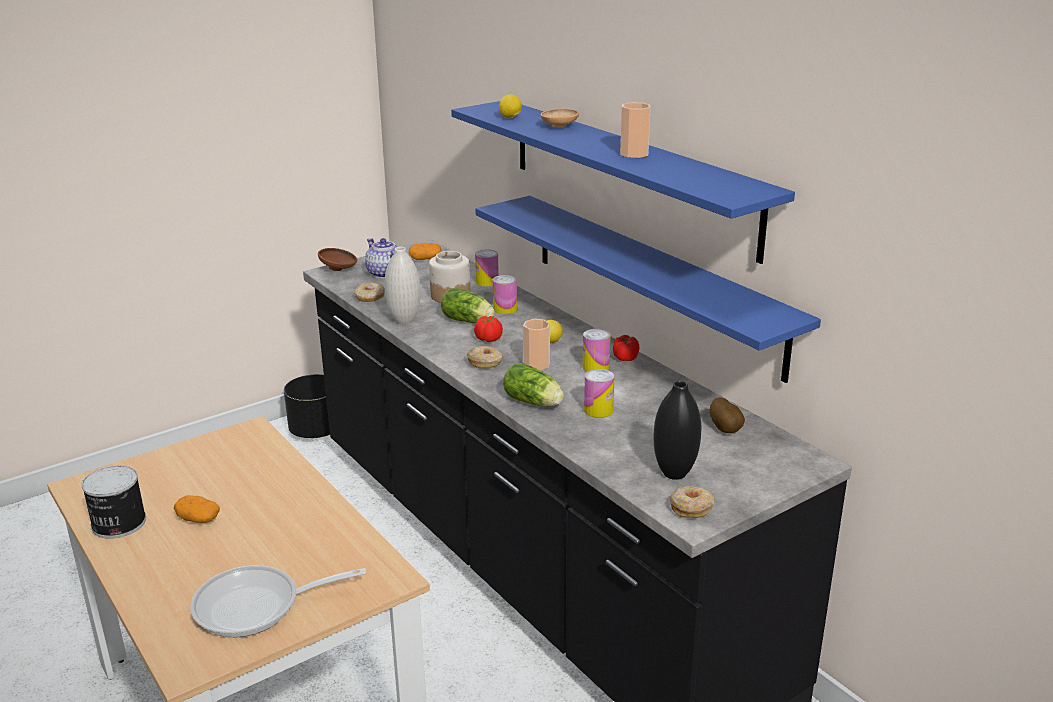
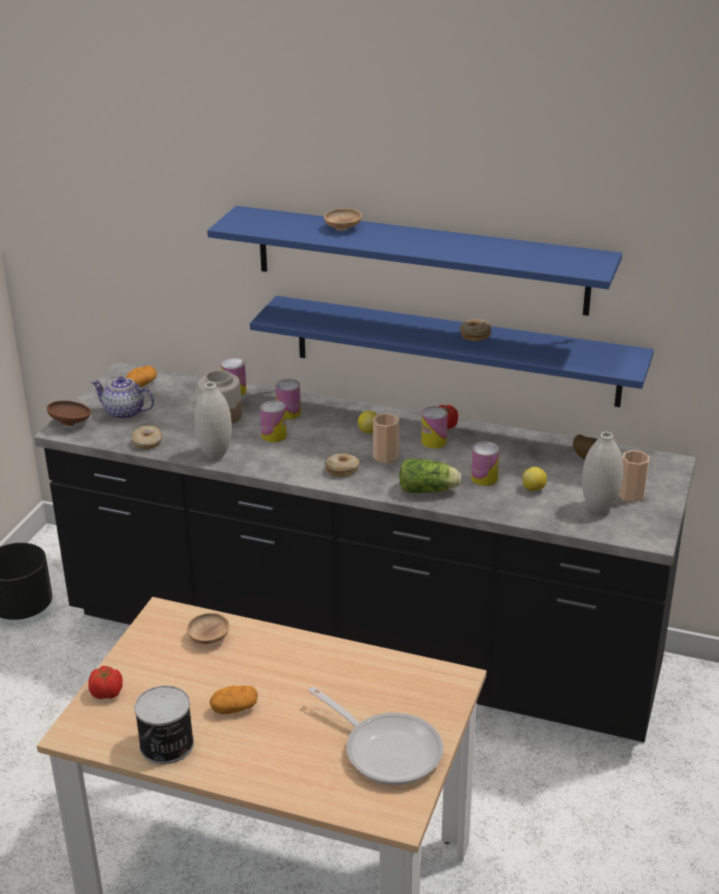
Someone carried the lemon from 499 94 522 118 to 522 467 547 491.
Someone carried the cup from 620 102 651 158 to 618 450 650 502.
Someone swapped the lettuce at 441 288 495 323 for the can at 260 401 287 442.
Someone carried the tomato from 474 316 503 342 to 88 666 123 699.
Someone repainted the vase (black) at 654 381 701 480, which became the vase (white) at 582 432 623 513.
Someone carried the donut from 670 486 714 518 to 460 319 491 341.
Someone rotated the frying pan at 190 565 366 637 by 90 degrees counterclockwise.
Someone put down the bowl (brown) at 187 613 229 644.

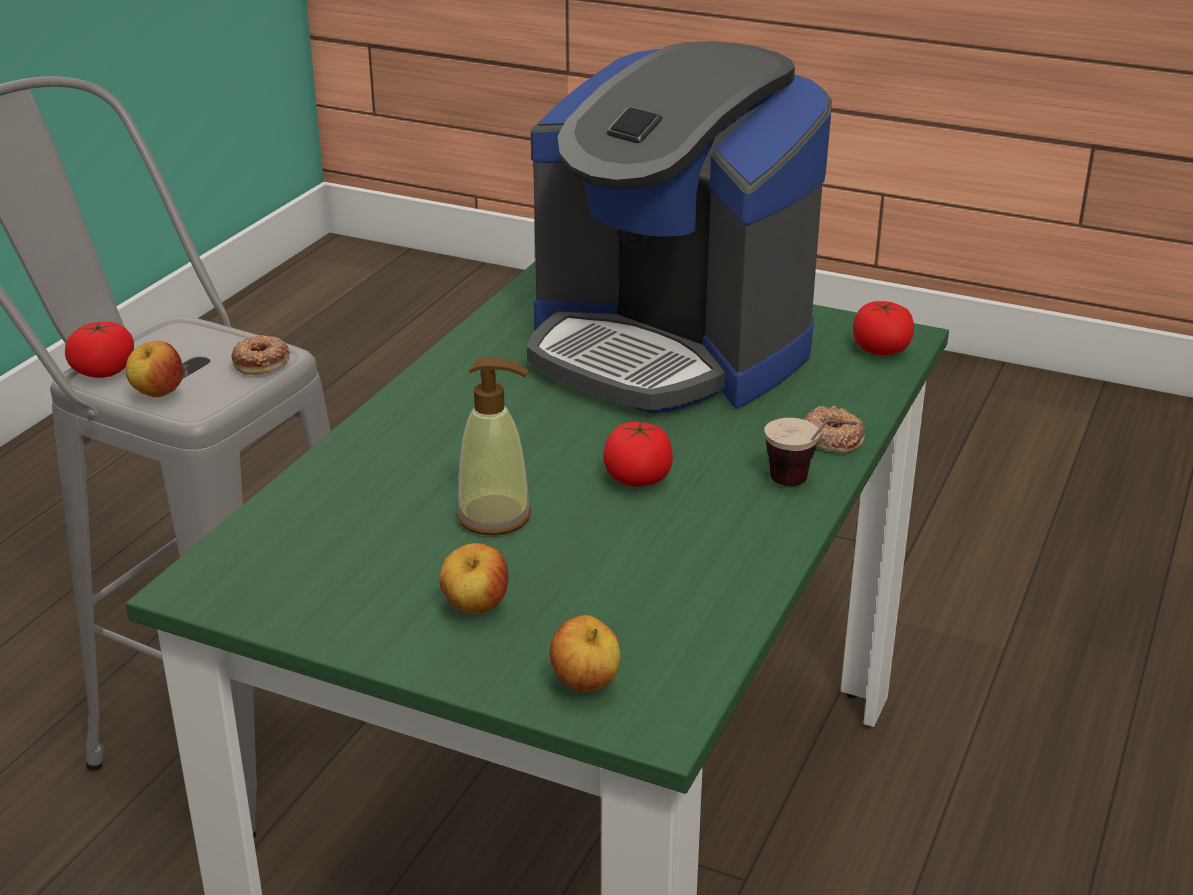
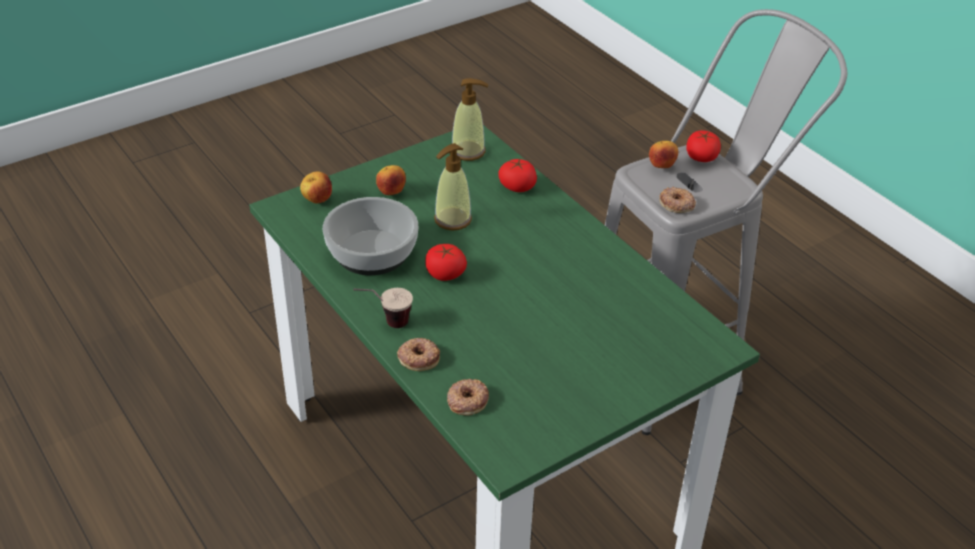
Someone took away the coffee machine at 527 41 832 414.
Someone carried the tomato from 853 301 914 355 to 498 159 537 192.
Someone put down the soap dispenser at 452 78 488 161.
Someone put down the bowl at 323 197 418 275.
Someone put down the donut at 447 379 489 416.

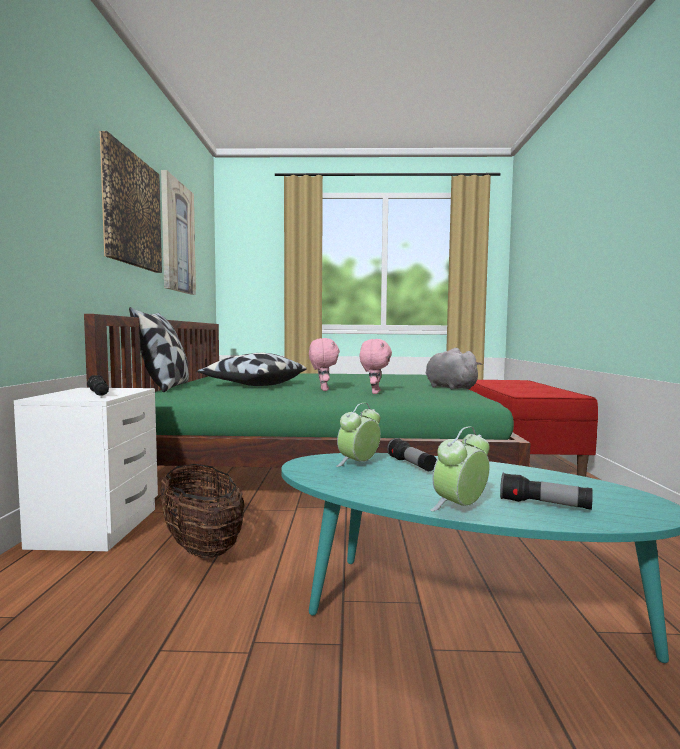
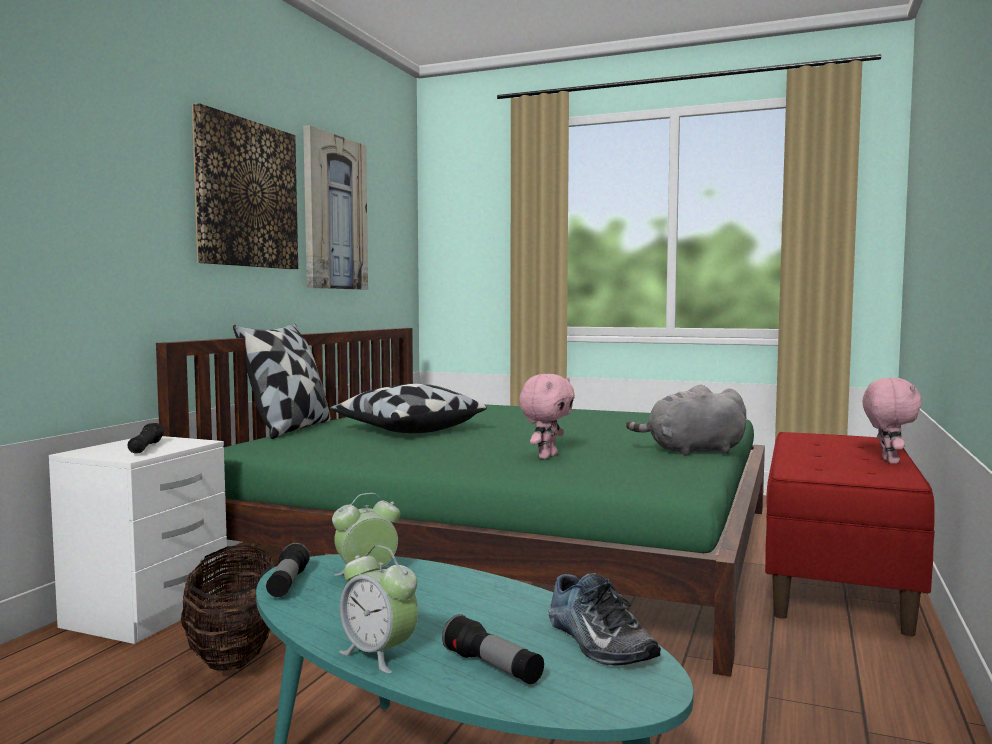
Someone carried the plush toy (pink) from 309 338 340 391 to 863 377 922 464.
Someone rotated the plush toy (grey) at 425 348 482 389 by 90 degrees counterclockwise.
Someone rotated the alarm clock at 430 426 490 511 by 120 degrees counterclockwise.
Someone carried the flashlight from 387 438 437 471 to 266 543 310 597.
Someone put down the shoe at 548 573 661 665.

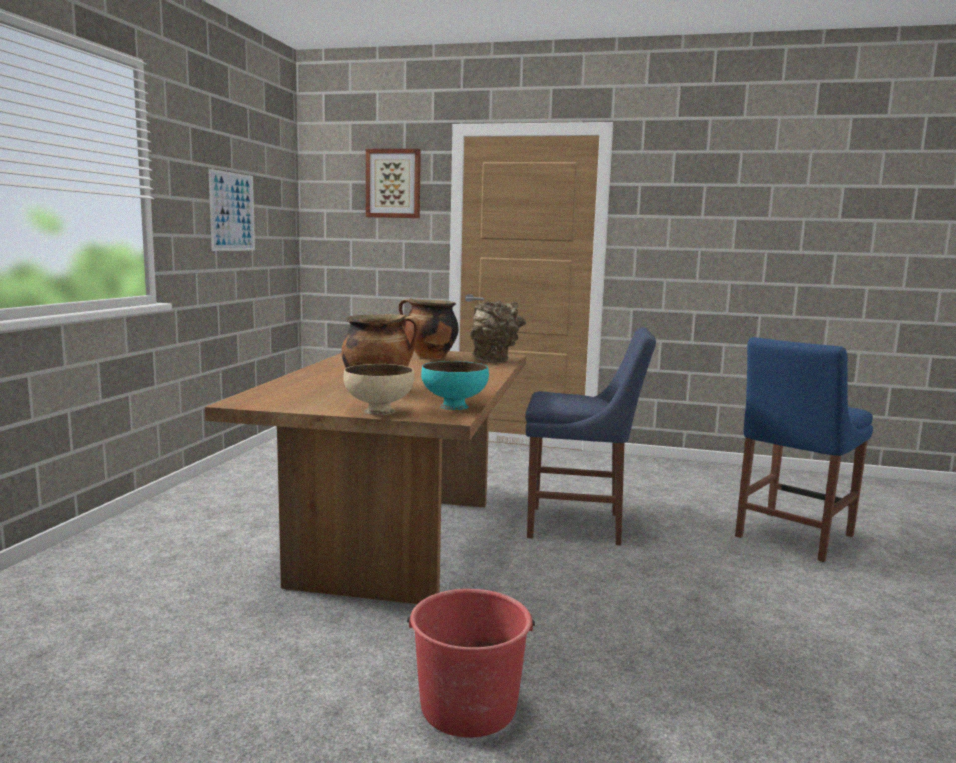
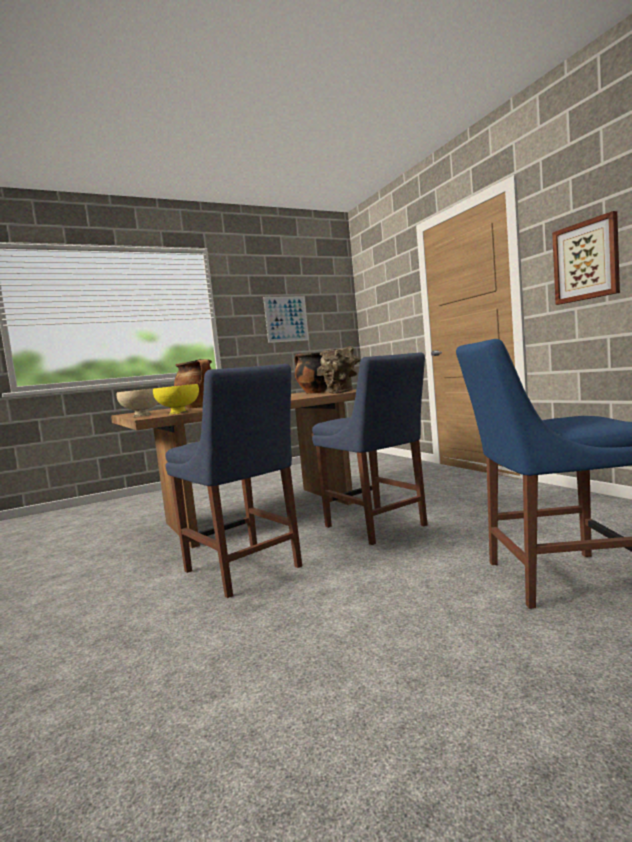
Someone carried the picture from 366 149 421 218 to 552 211 620 305.
Someone repainted the bowl (turquoise) at 421 361 489 410, which became the bowl (yellow) at 153 384 199 414.
Someone took away the bucket (red) at 407 589 535 738.
Someone put down the chair (blue) at 165 364 302 598.

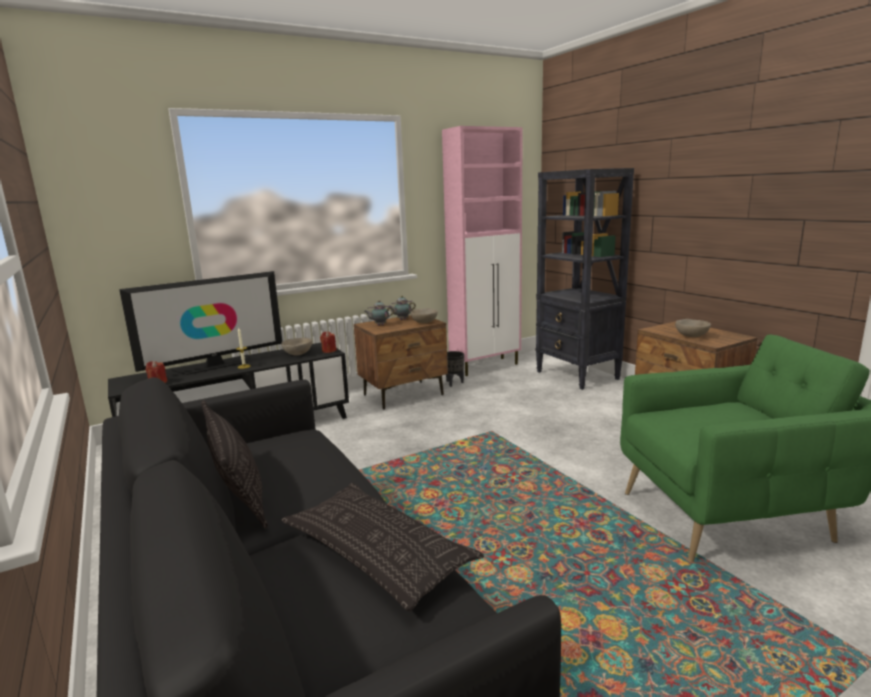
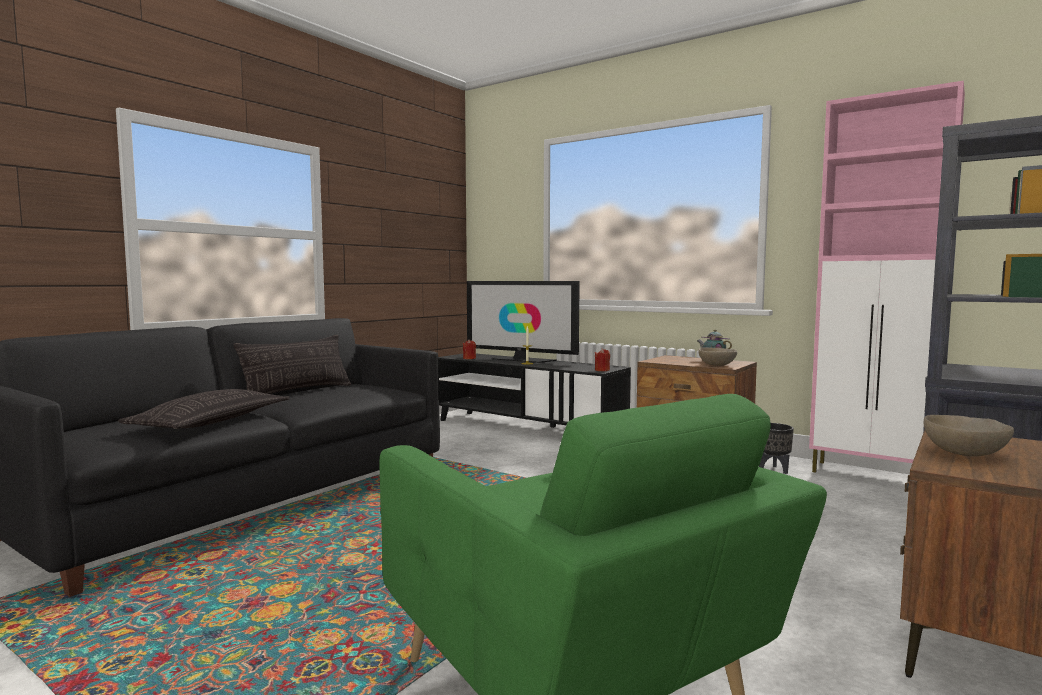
Someone took away the teapot at 364 300 394 325.
Someone took away the bowl (beige) at 281 338 312 356.

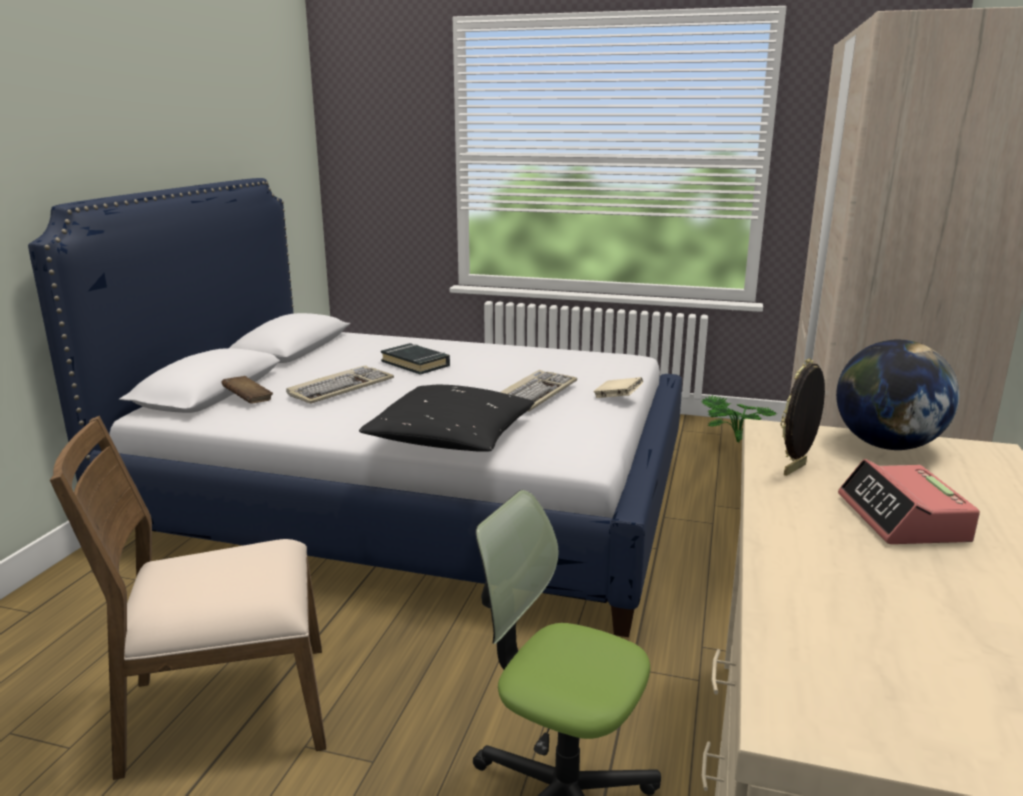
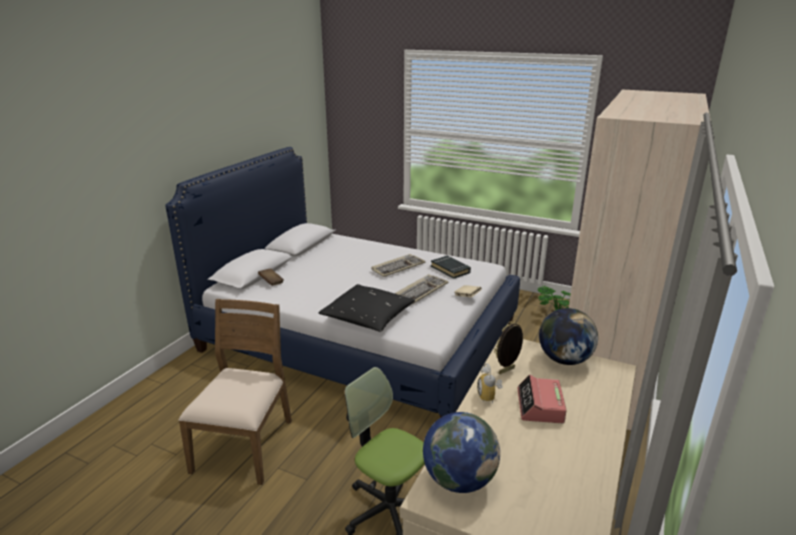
Someone carried the book (black) from 381 343 450 375 to 431 256 471 279.
Someone carried the keyboard from 286 366 394 404 to 371 254 425 277.
Someone rotated the chair (brown) at 50 416 326 780 by 105 degrees clockwise.
Someone put down the alarm clock at 477 363 503 403.
Someone put down the globe at 423 412 500 493.

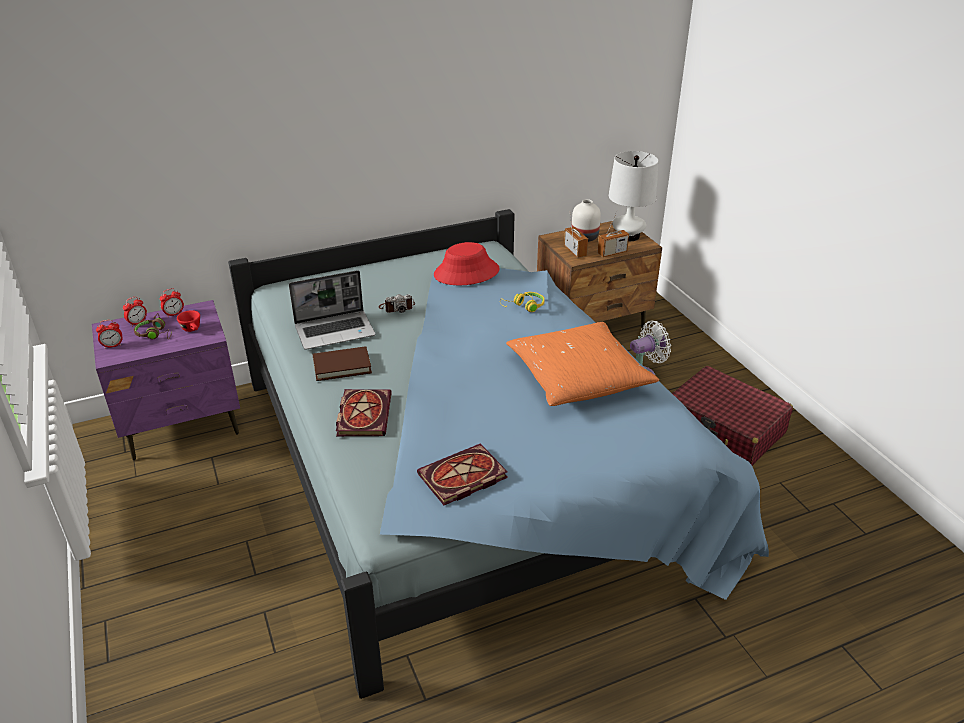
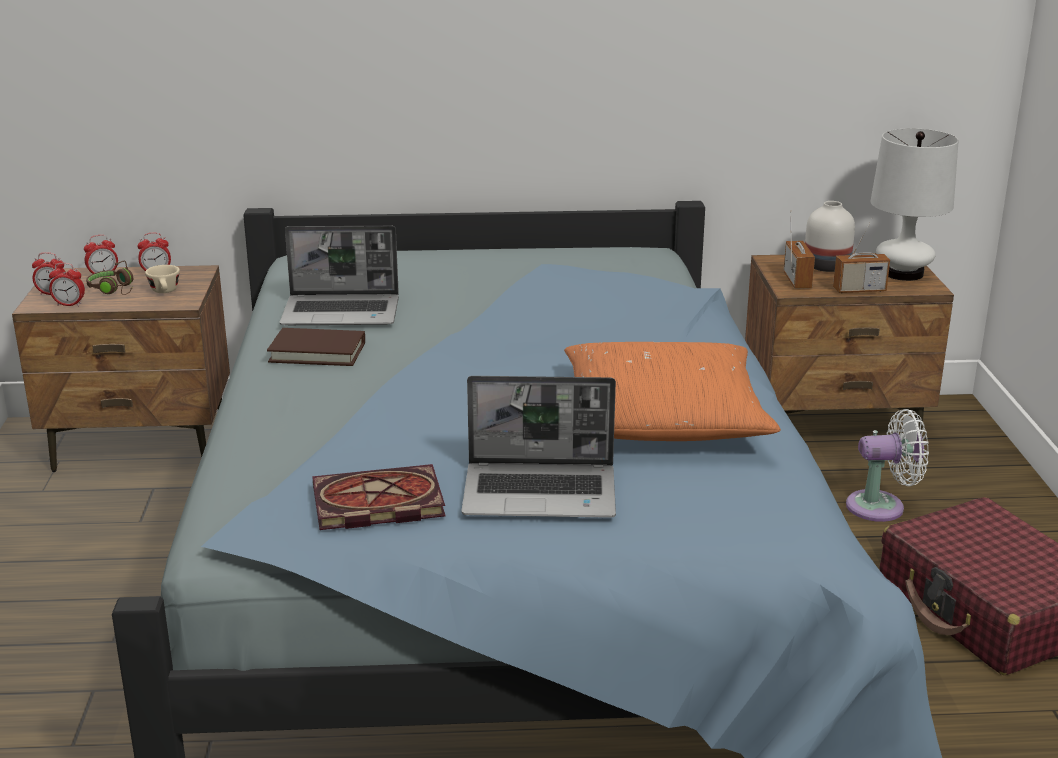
Someone took away the hat (red) at 434 242 500 285.
Someone took away the headphones (yellow) at 500 292 545 312.
Someone took away the photo camera at 379 294 415 313.
Someone repainted the nightstand (purple) at 92 300 240 460, which became the nightstand (brown) at 12 265 230 472.
Someone repainted the cup (red) at 177 310 200 332, which became the cup (beige) at 145 265 180 293.
Someone took away the book at 336 389 392 436.
Someone put down the alarm clock at 49 263 85 306.
Someone put down the laptop at 461 376 616 518.

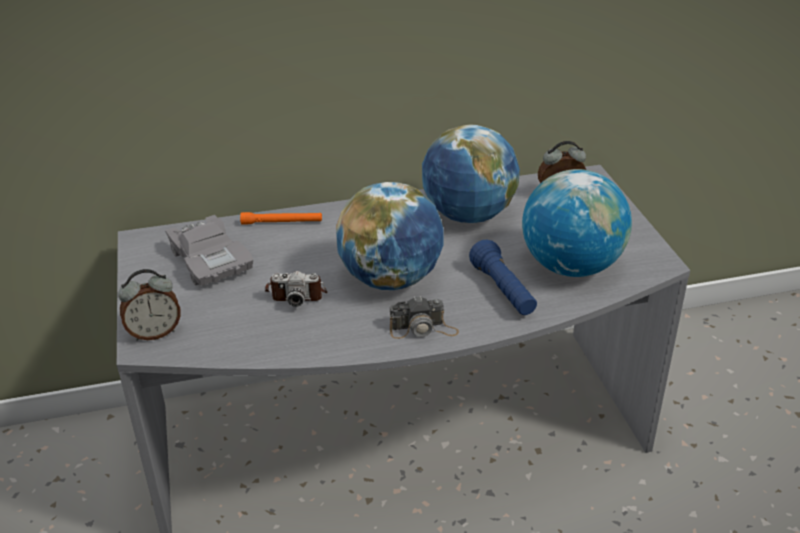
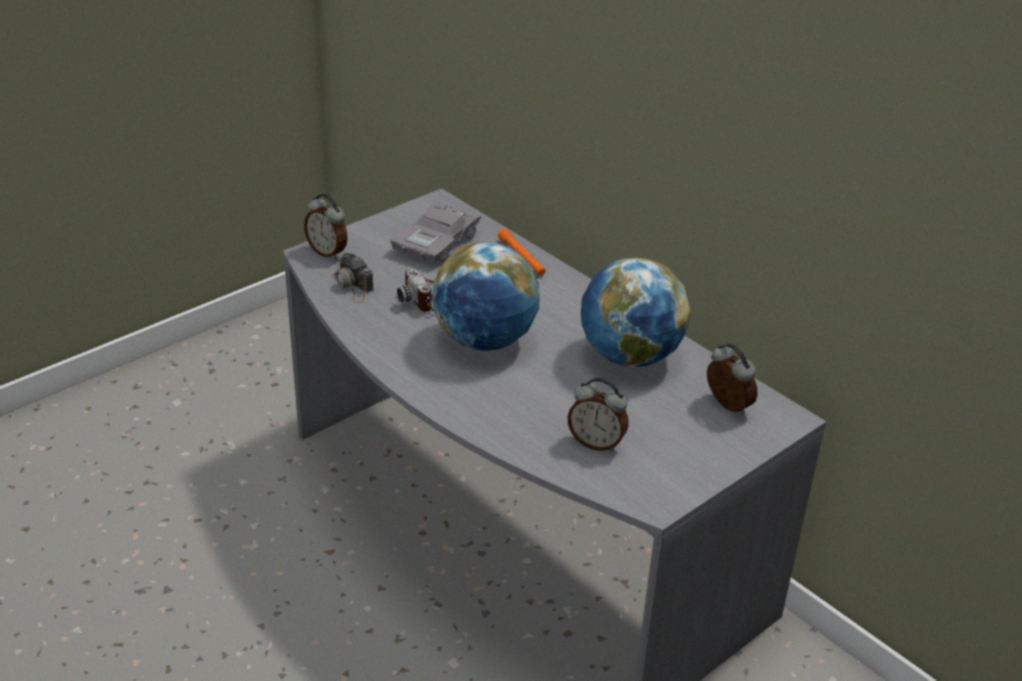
Someone swapped the globe at 522 169 632 277 for the alarm clock at 567 378 629 452.
Someone took away the flashlight (blue) at 469 240 537 315.
Someone carried the photo camera from 390 296 459 339 to 332 253 373 303.

